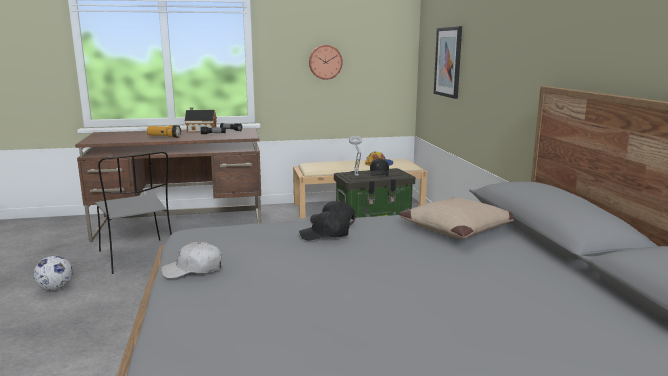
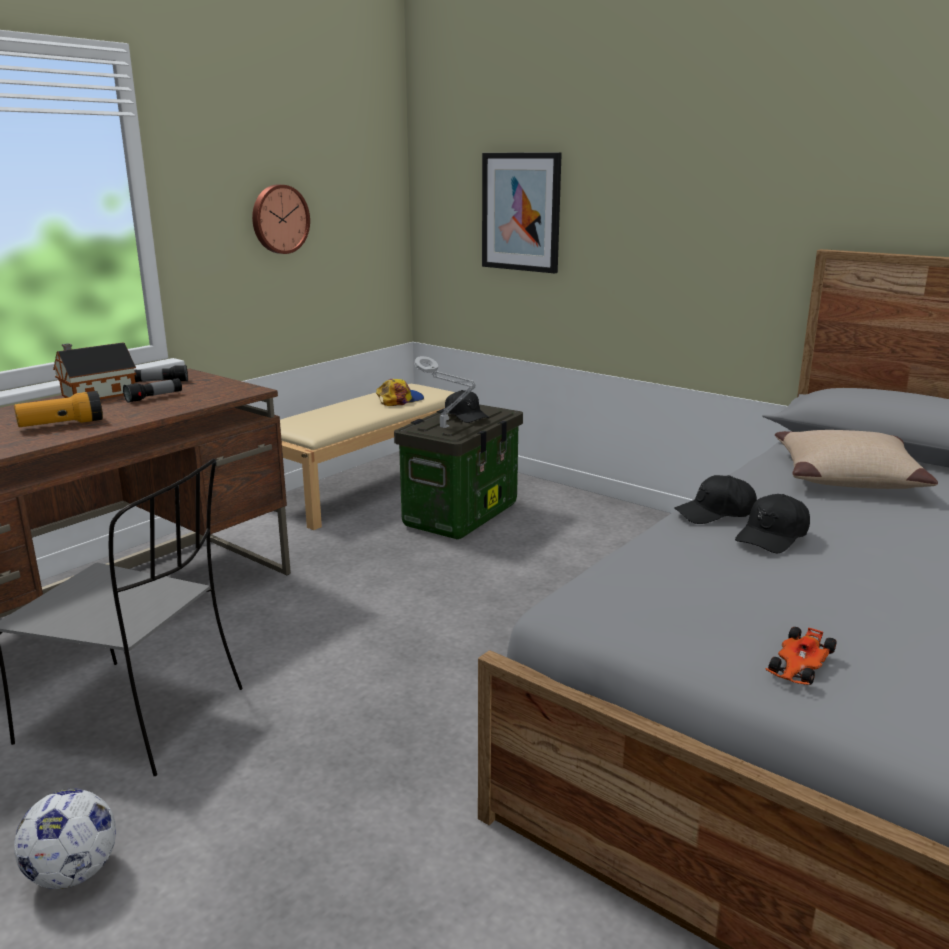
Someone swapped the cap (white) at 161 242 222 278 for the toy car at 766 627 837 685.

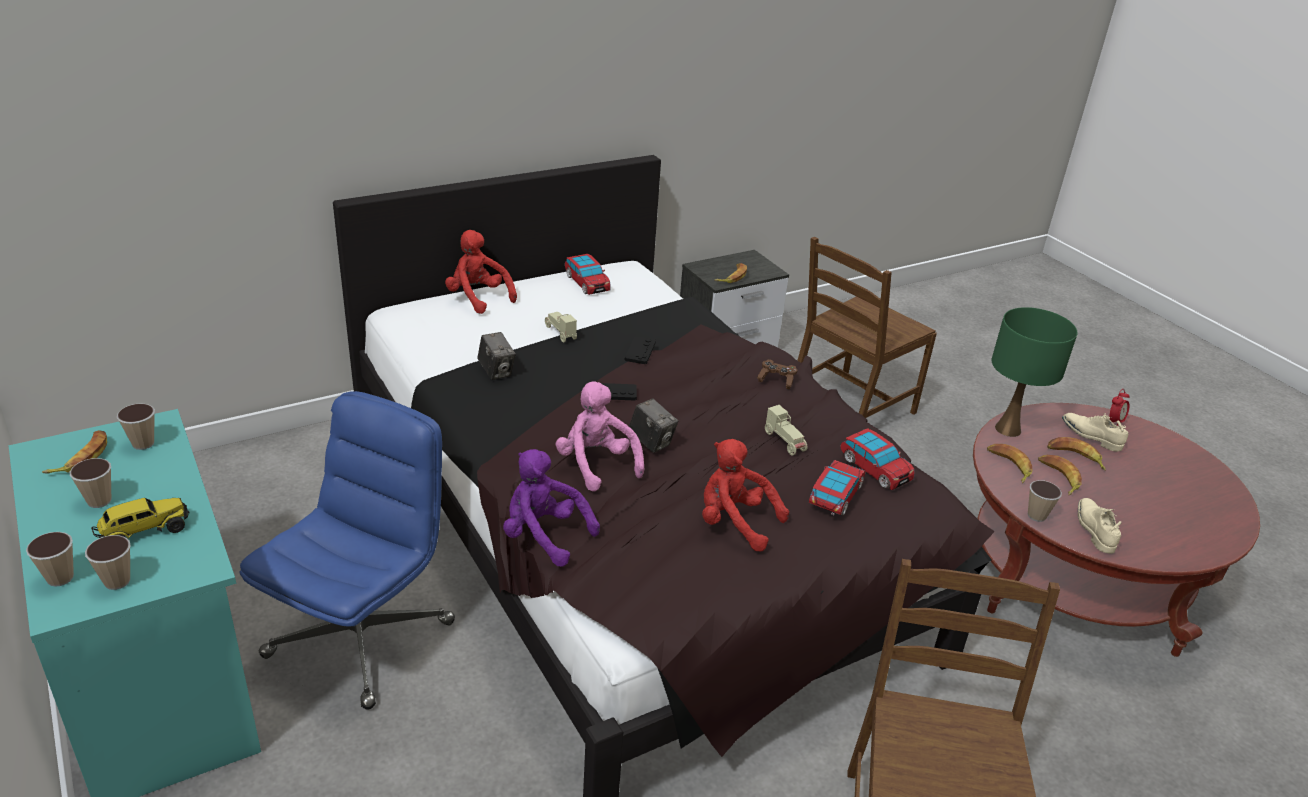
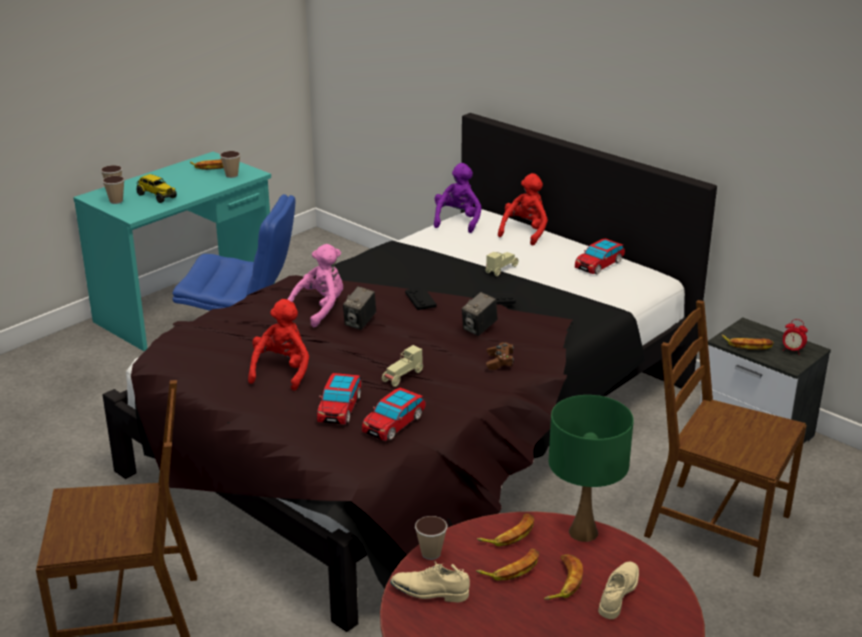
Someone carried the photo camera from 478 332 516 380 to 462 292 497 336.
Someone carried the alarm clock from 1110 389 1129 425 to 783 319 808 355.
Someone carried the plush toy (purple) from 503 449 600 567 to 434 163 482 233.
Someone took away the cup at 69 458 111 508.
Someone rotated the toy car at 809 460 865 516 by 90 degrees clockwise.
Someone rotated the shoe (beige) at 1078 498 1121 554 by 150 degrees counterclockwise.

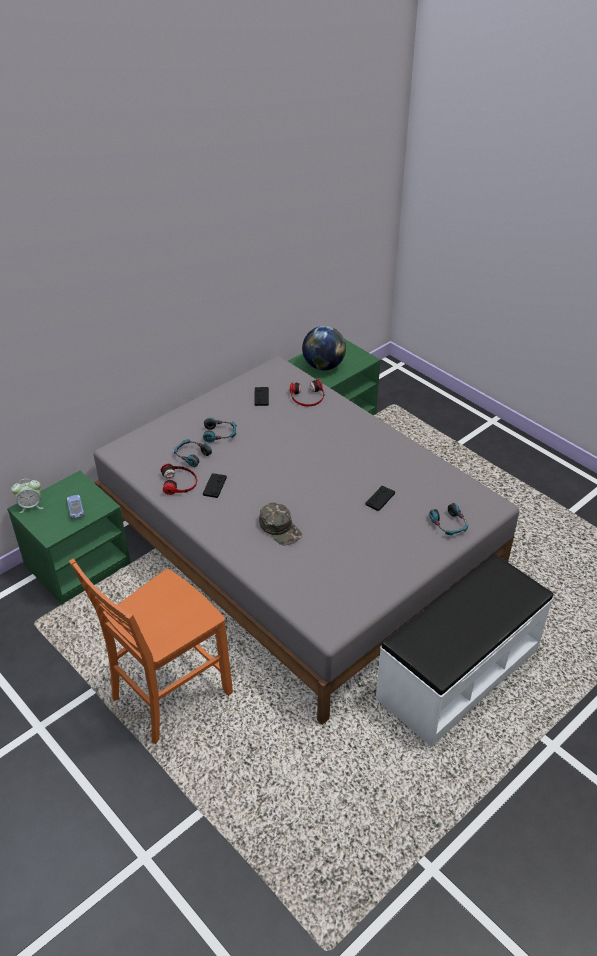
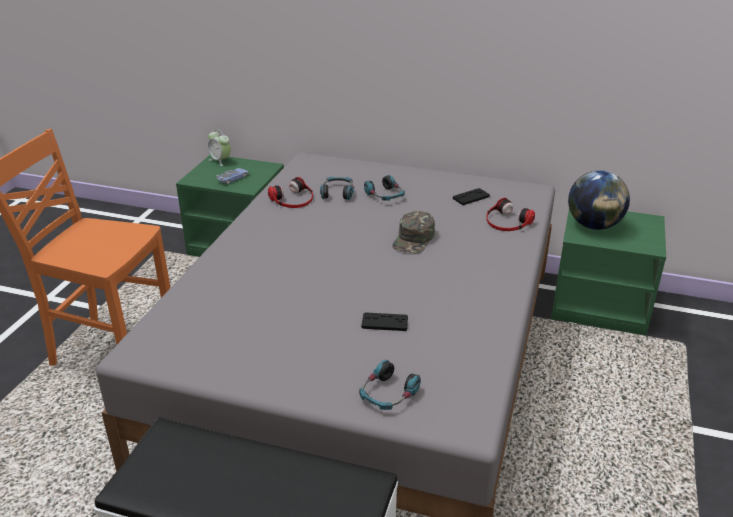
Someone took away the game controller (black) at 203 473 227 498.
Someone carried the cap (green) from 259 503 302 545 to 392 211 435 253.

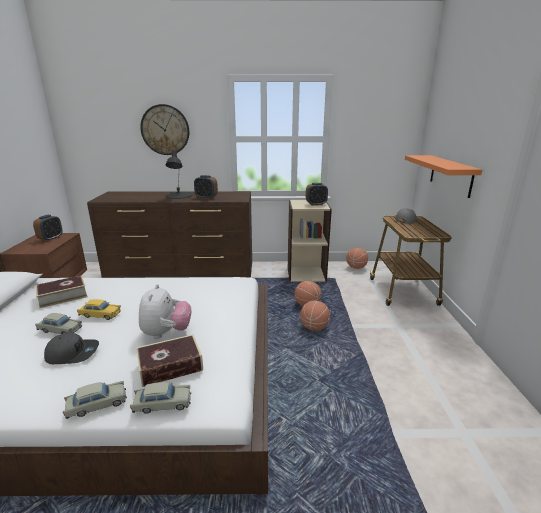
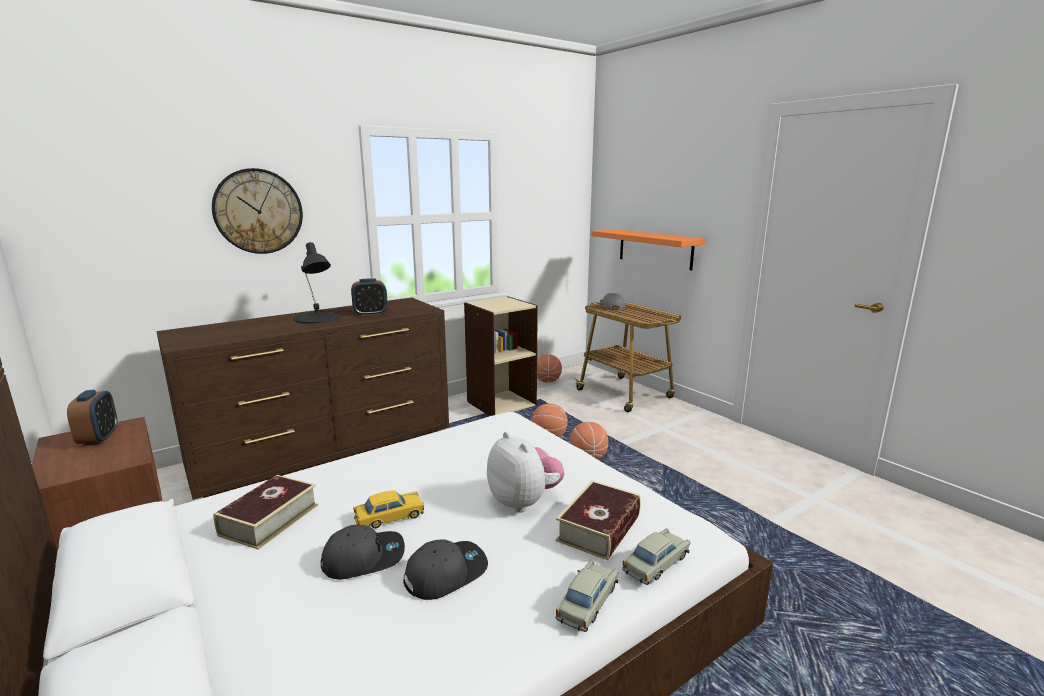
Someone took away the alarm clock at 306 183 328 206.
Someone swapped the toy car (beige) at 35 313 82 334 for the cap (grey) at 321 525 405 580.

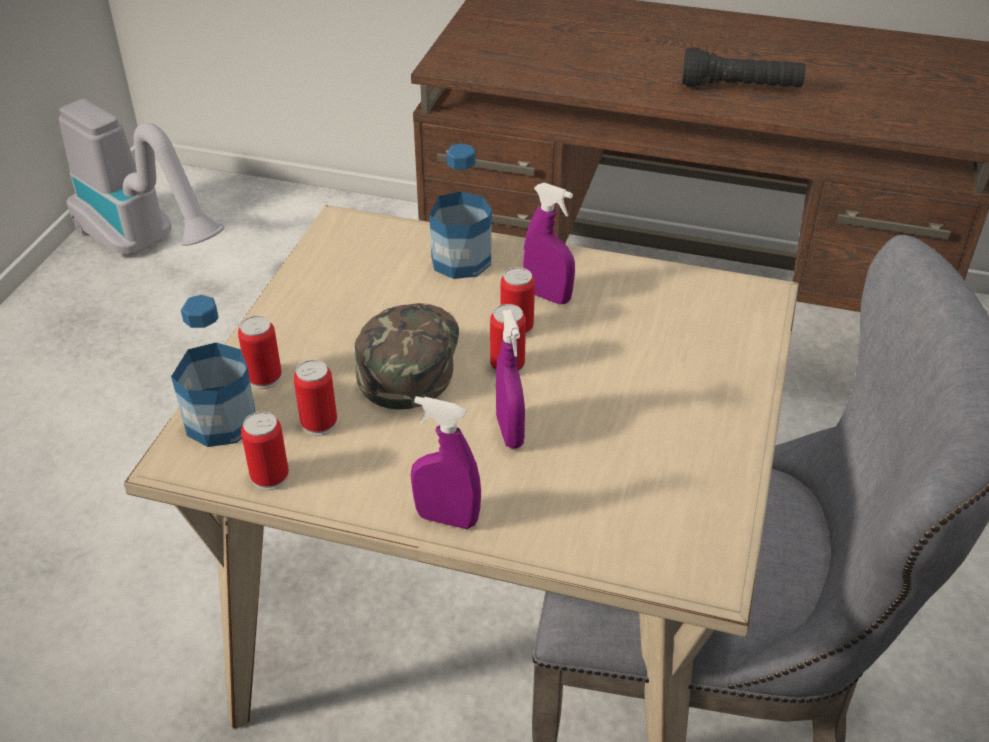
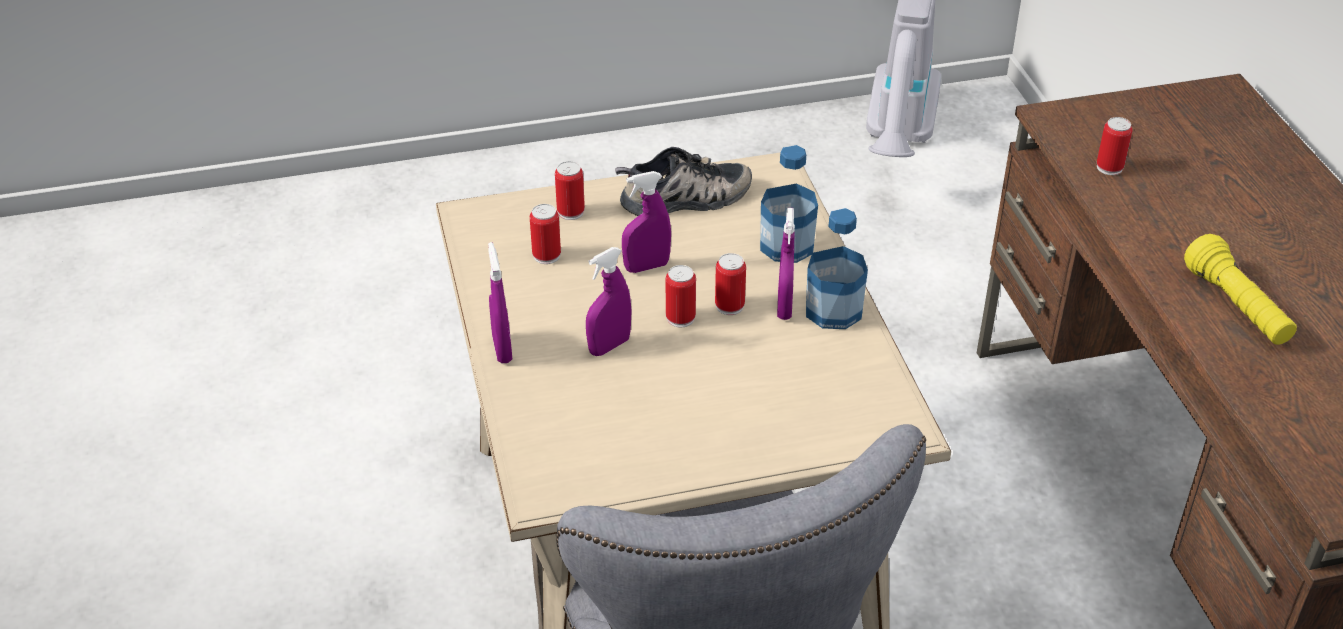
Someone repainted the flashlight (black) at 682 47 806 87, which became the flashlight (yellow) at 1184 234 1297 345.
Someone carried the bottle from 171 295 255 447 to 806 208 868 329.
Someone swapped the cap (green) at 355 303 459 410 for the spray bottle (purple) at 622 171 671 273.
Someone carried the can from 241 412 289 490 to 1097 117 1132 175.
Someone put down the shoe at 615 147 752 216.

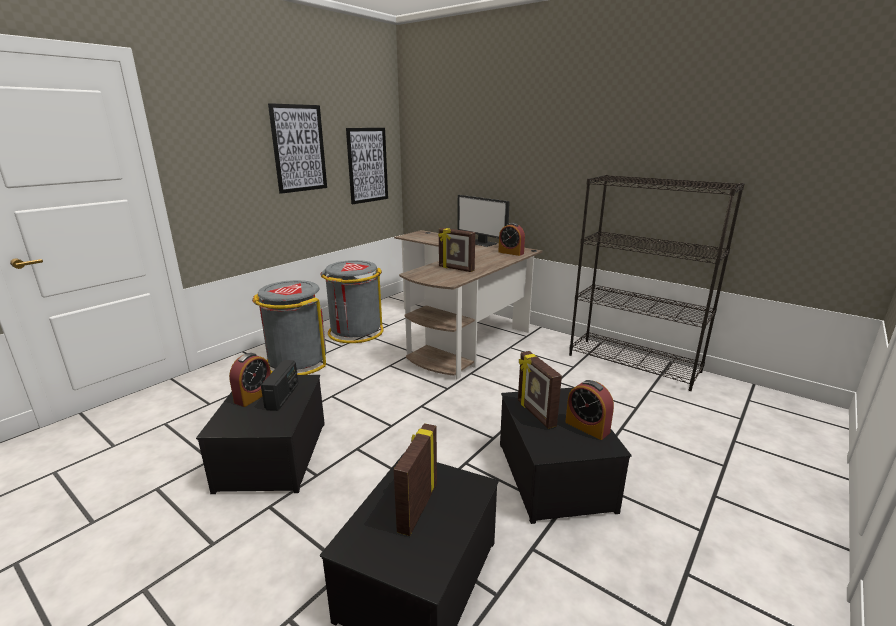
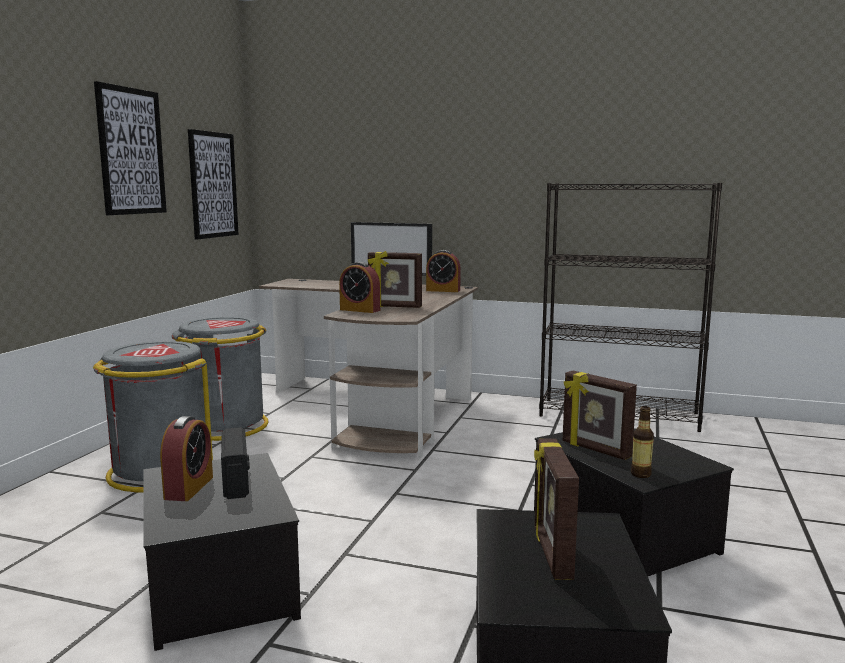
Someone carried the alarm clock from 565 380 614 440 to 339 262 380 313.
Someone put down the bottle at 631 406 654 478.

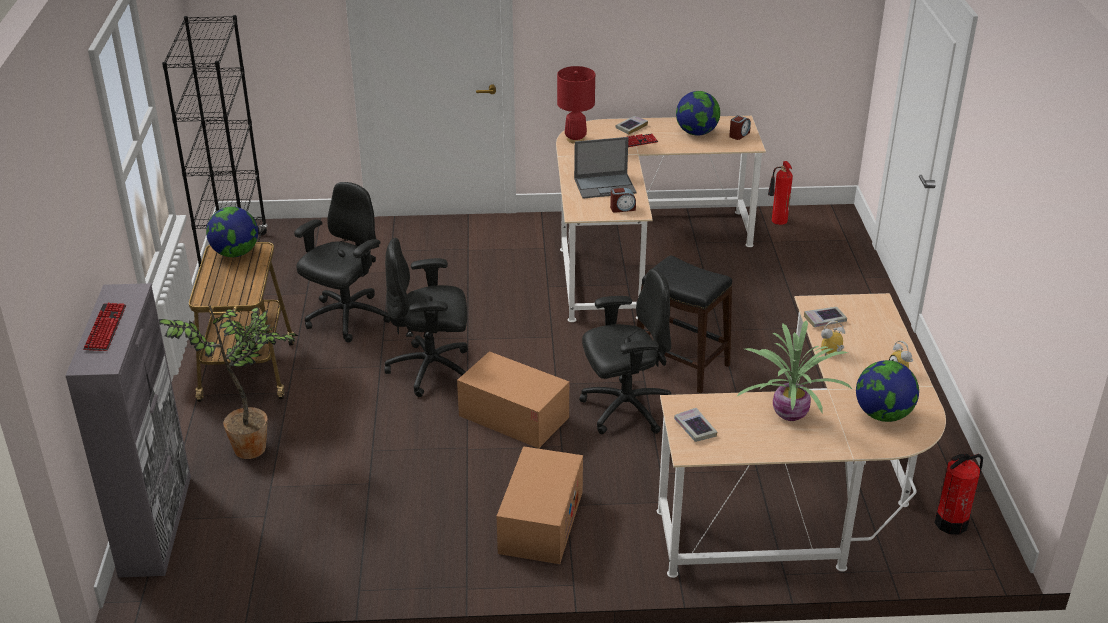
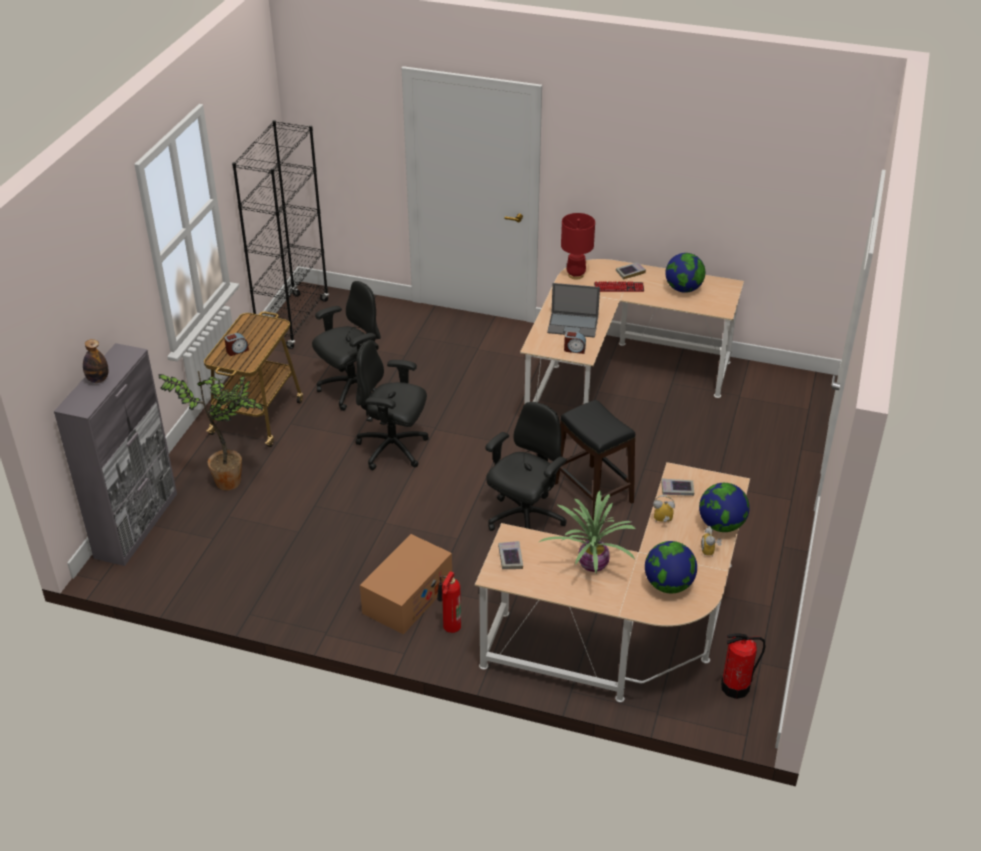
Someone carried the alarm clock from 729 115 751 140 to 224 333 249 356.
Someone carried the fire extinguisher from 768 161 793 225 to 437 572 461 633.
Someone carried the globe from 206 207 258 257 to 699 483 750 532.
Someone rotated the office chair (black) at 579 269 671 434 by 60 degrees counterclockwise.
Someone swapped the keyboard at 83 303 126 351 for the bottle at 83 339 108 383.
Someone took away the cardboard box at 457 351 569 448.

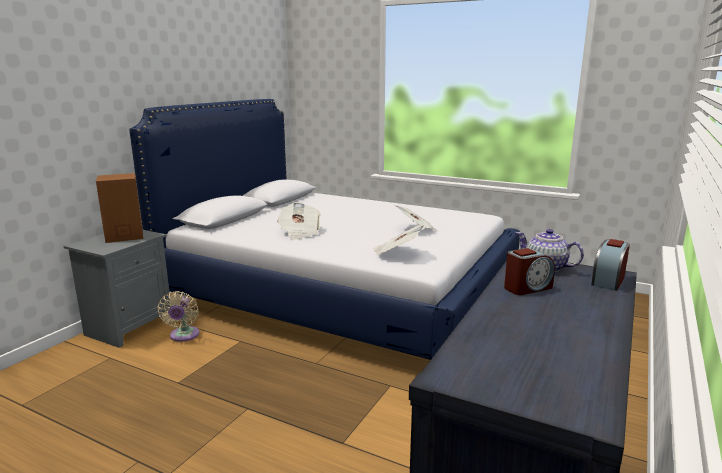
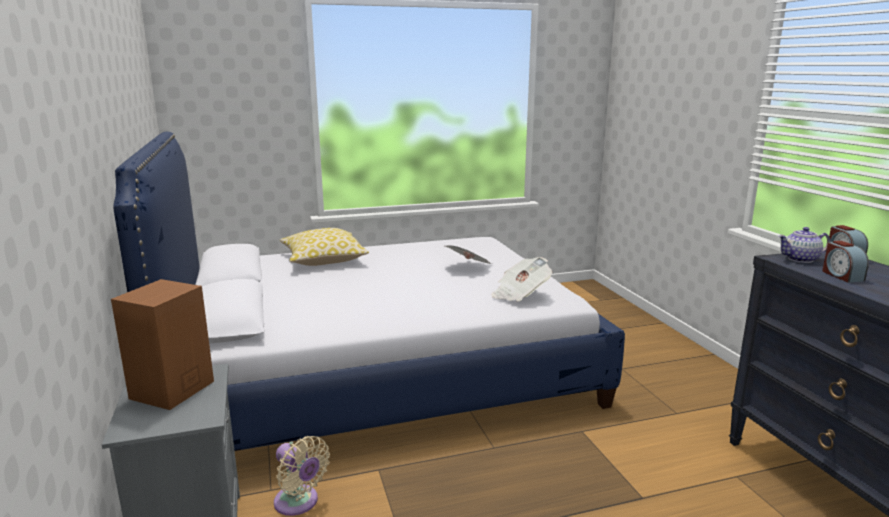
Someone took away the newspaper at 277 202 321 240.
Someone rotated the alarm clock at 504 248 555 295 by 150 degrees clockwise.
Someone put down the pillow at 280 228 369 266.

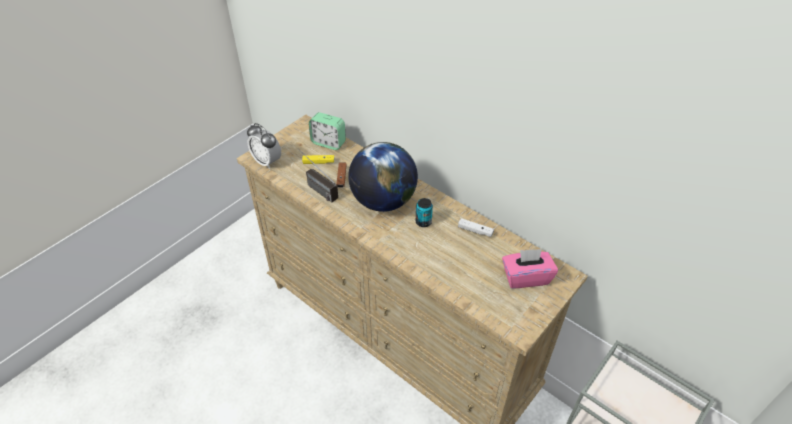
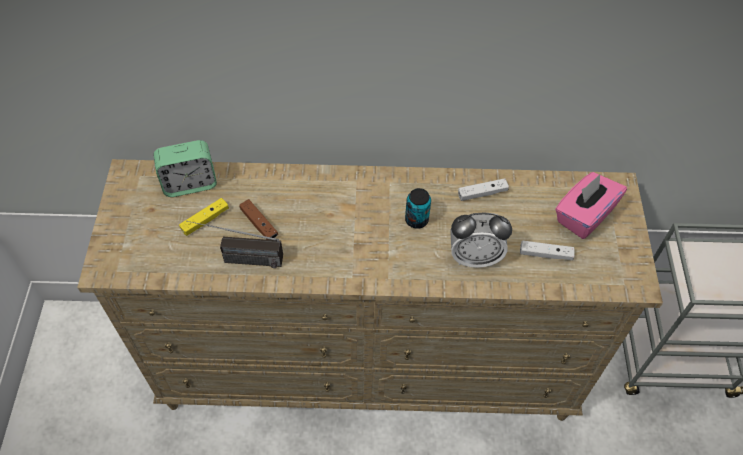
Someone carried the alarm clock from 247 123 281 169 to 450 213 512 268.
Someone took away the globe at 348 142 418 212.
Someone put down the game controller (white) at 520 240 575 261.

